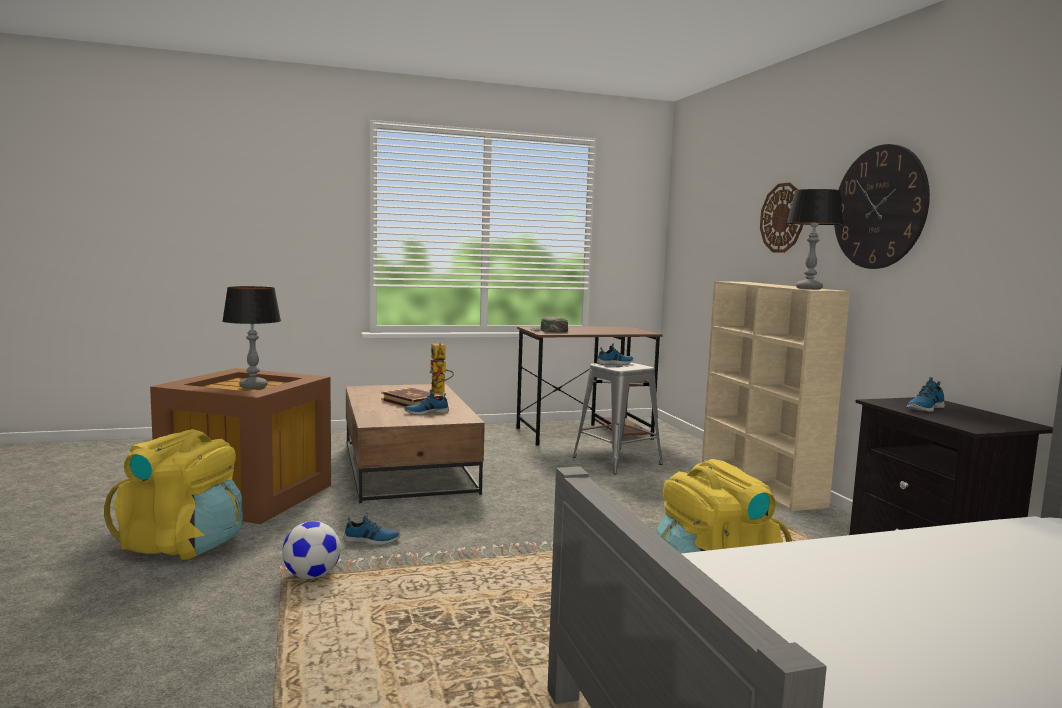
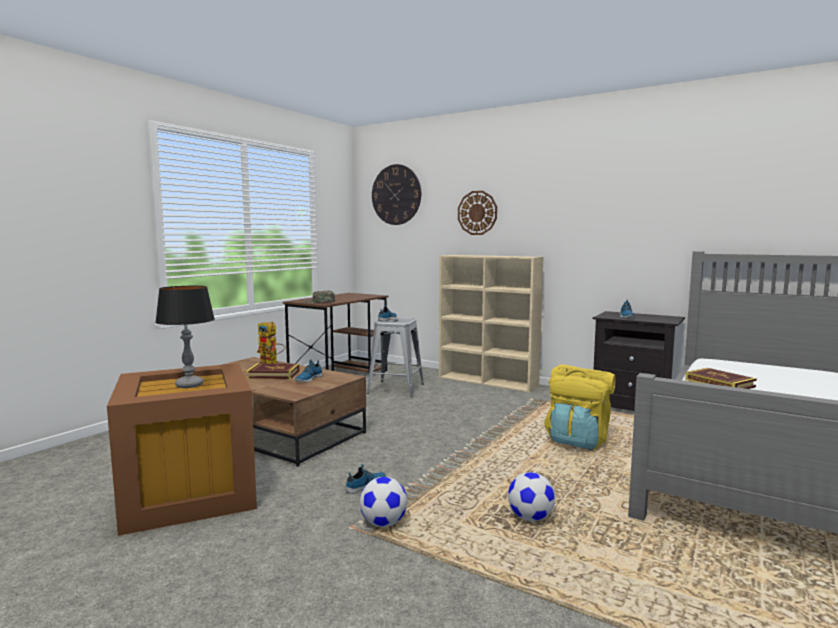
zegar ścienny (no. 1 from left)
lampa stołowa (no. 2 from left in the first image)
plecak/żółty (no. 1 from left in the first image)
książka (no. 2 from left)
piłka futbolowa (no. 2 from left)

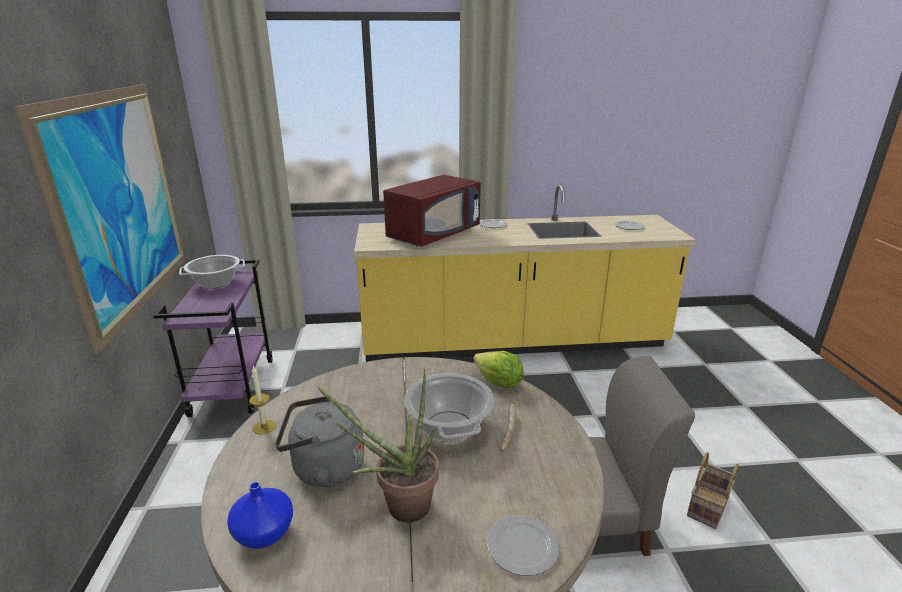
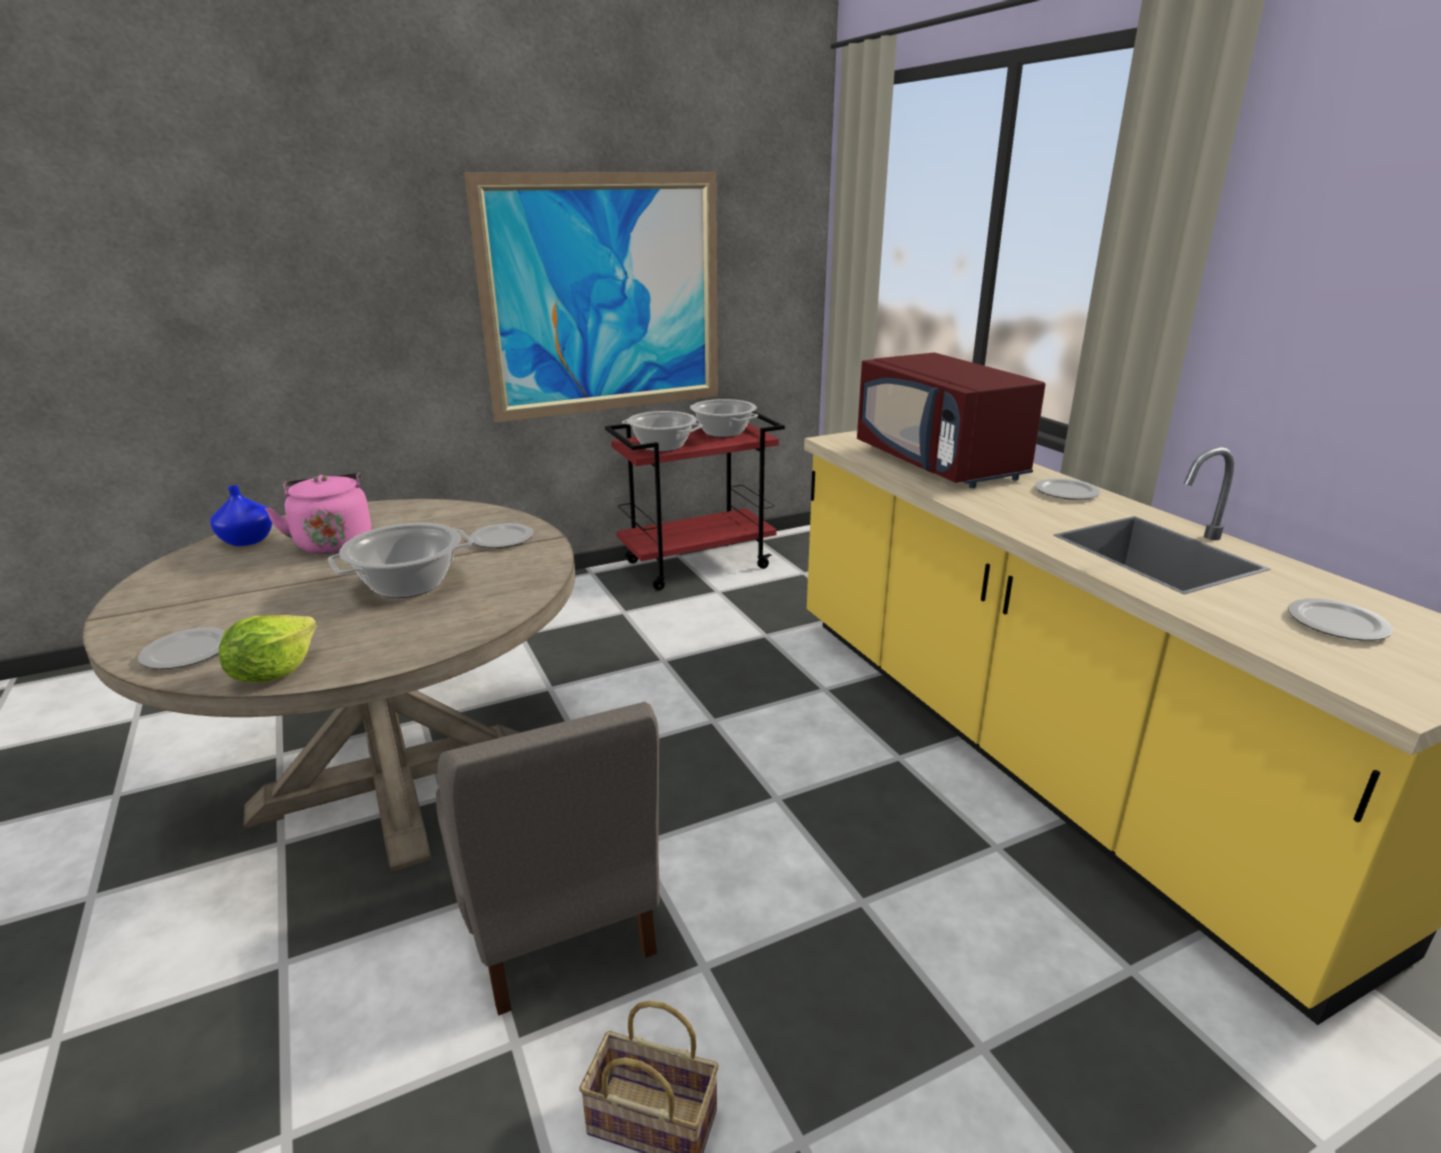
mikrofalówka/czerwony
wózek/czerwony
sałata
świeca
roślina doniczkowa
czajnik/różowy
chleb
garnek (no. 2 from left)
talerz (no. 2 from left)

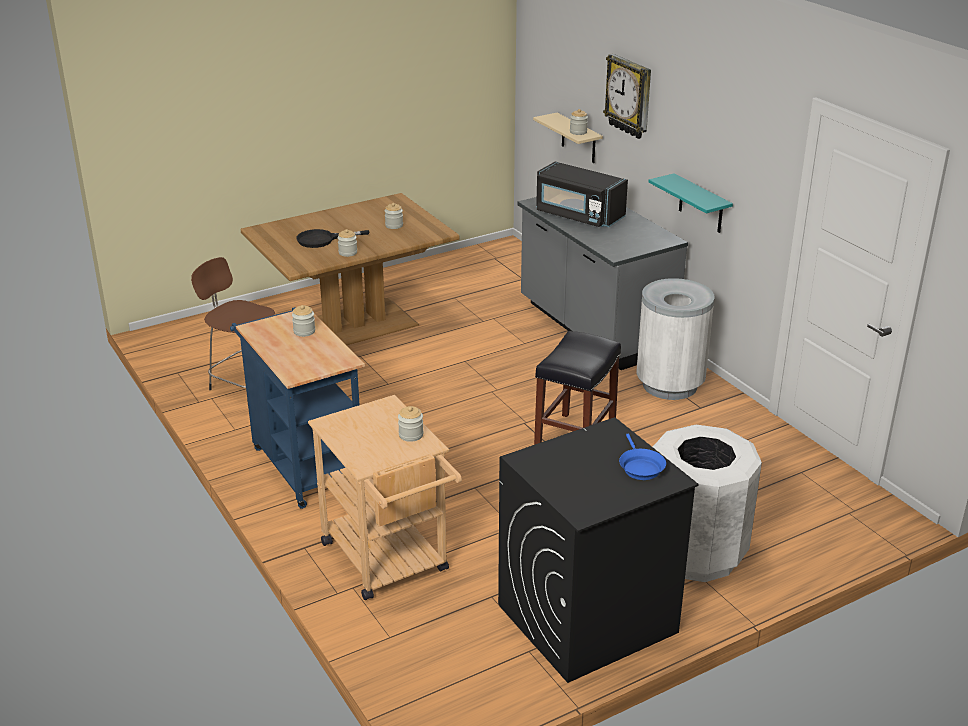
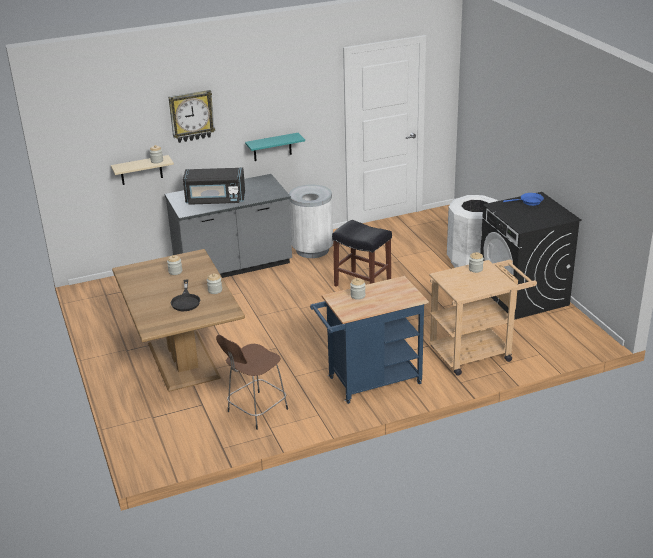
mikrofalówka/czarny

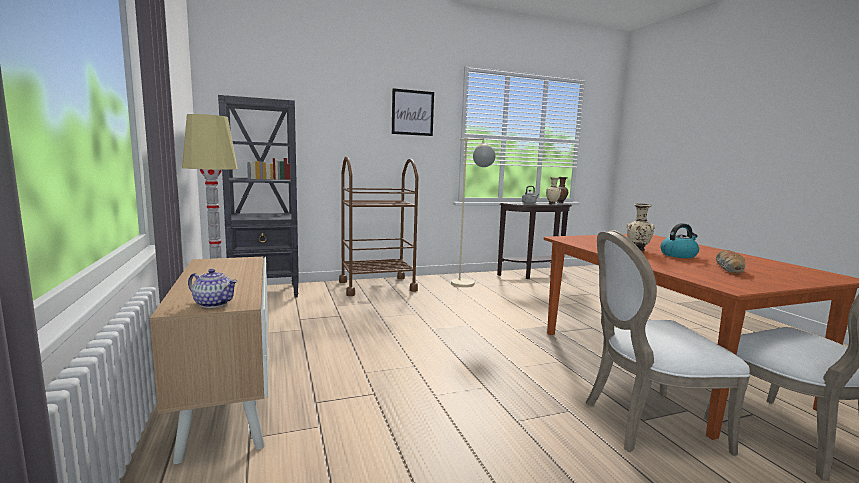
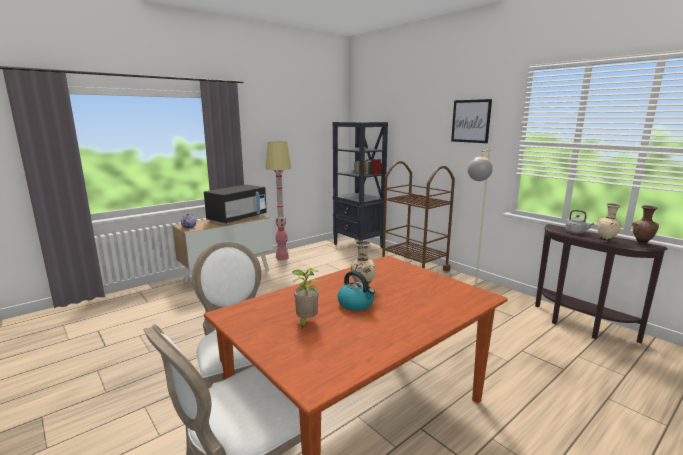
roślina doniczkowa
mikrofalówka/czarny

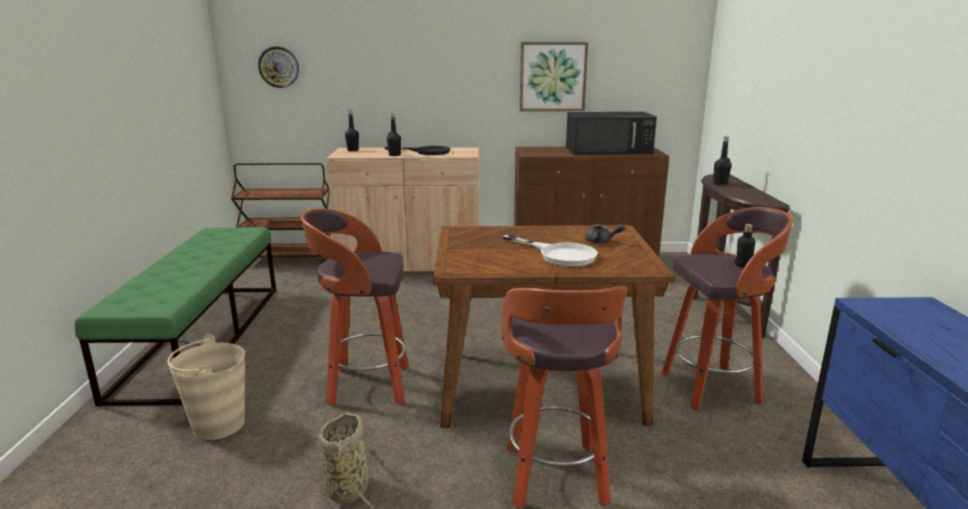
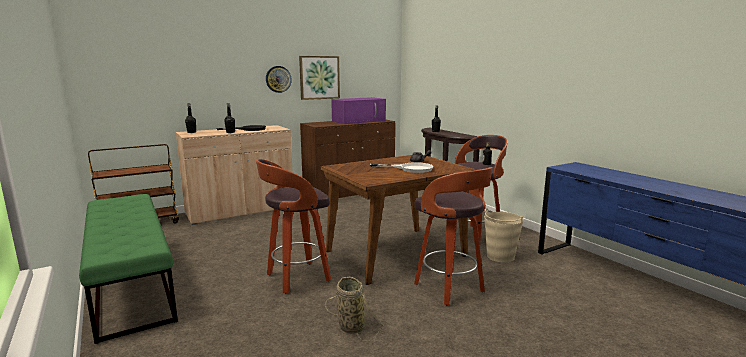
zegar ścienny
mikrofalówka/fioletowy
wiadro/beżowy

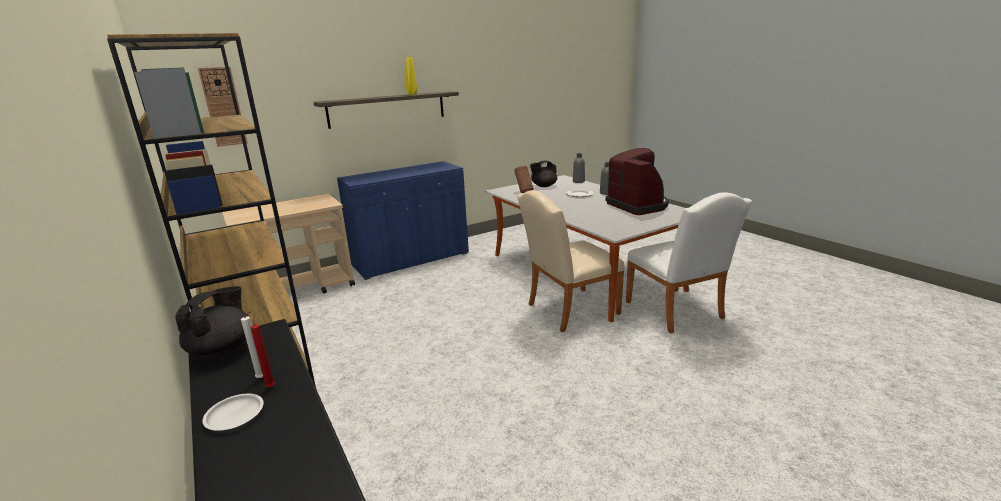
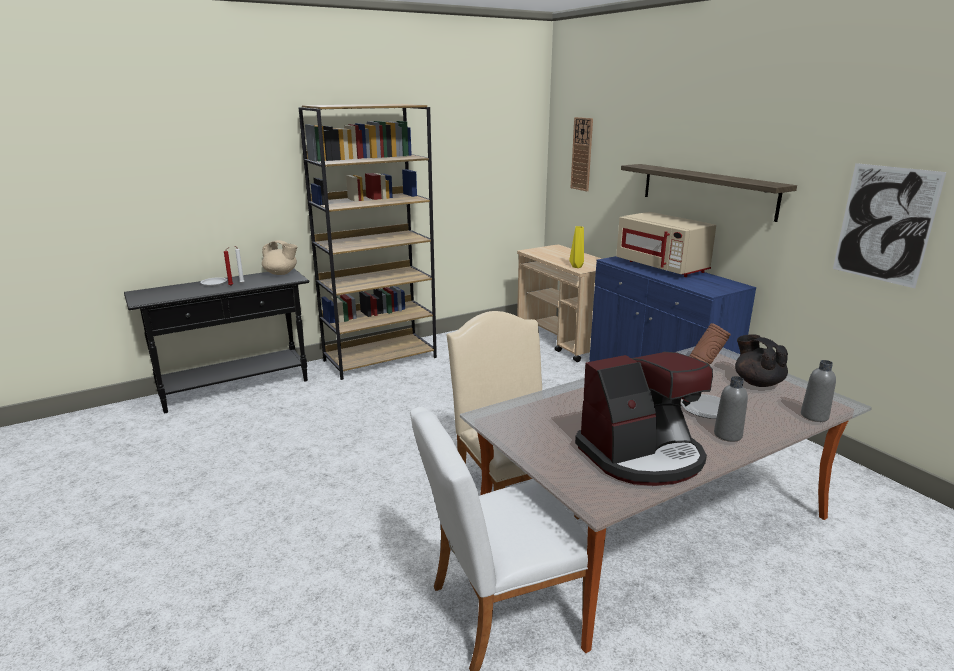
wazon/żółty
imbryk/beżowy
obraz
mikrofalówka/beżowy

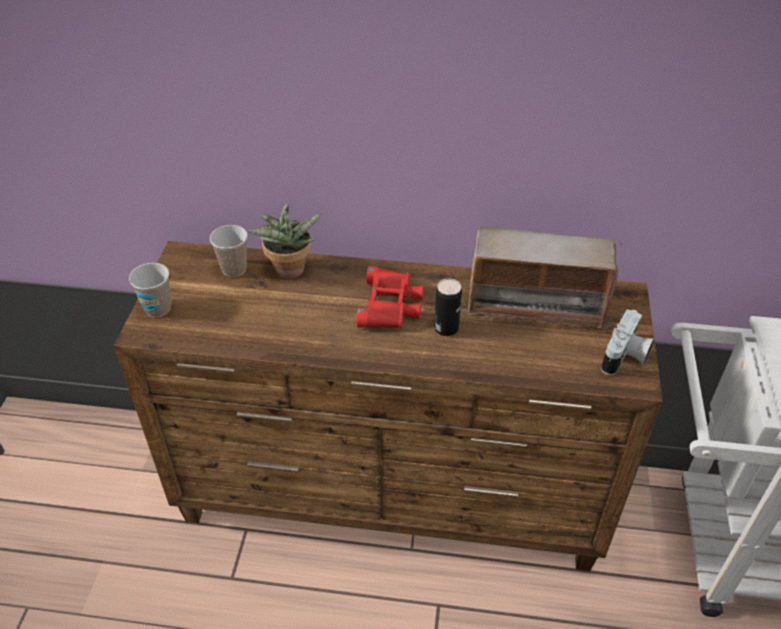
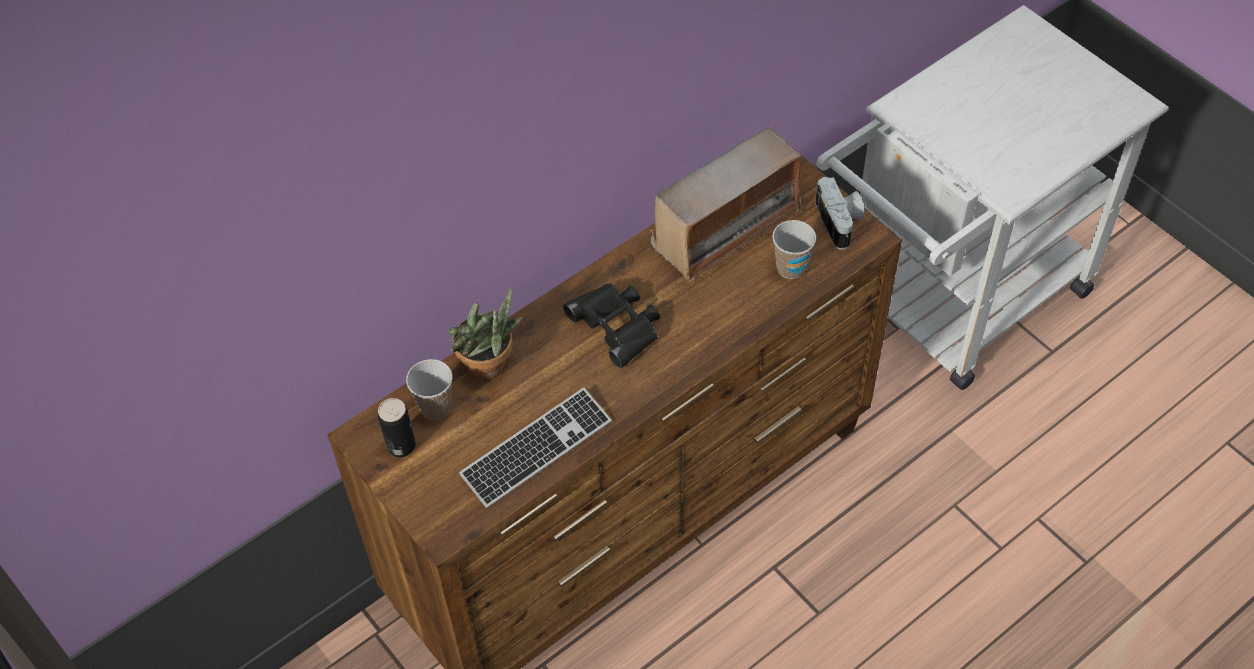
filiżanka (no. 2 from left)
lornetka/czarny
puszka
klawiatura

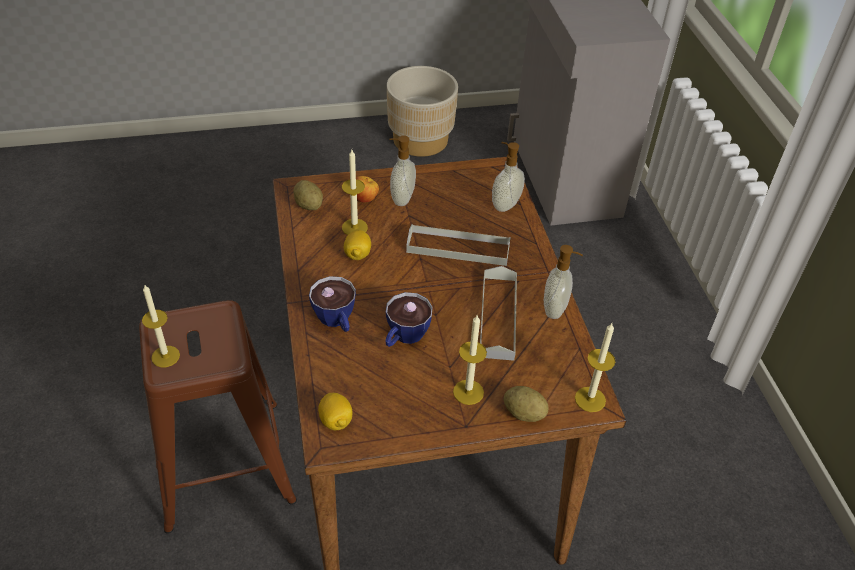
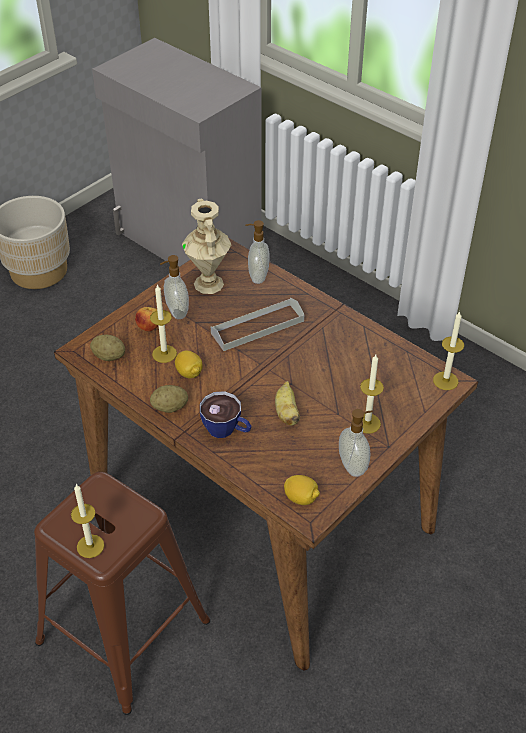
dozownik mydła (no. 3 from left)
taca/szary (no. 2 from left in the first image)
banan
ziemniak (no. 2 from left)
wazon/beżowy

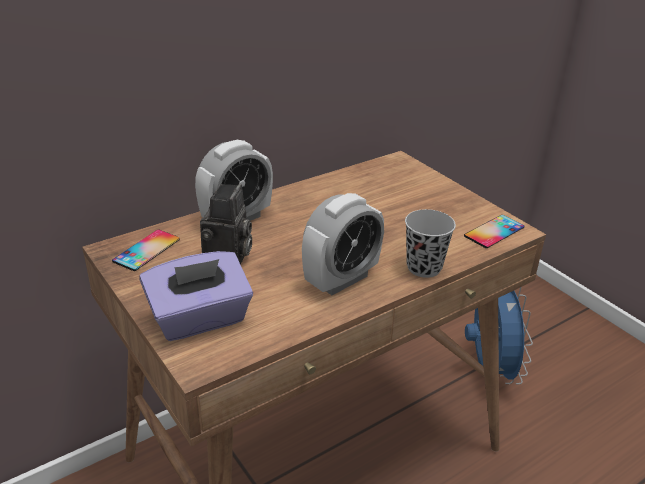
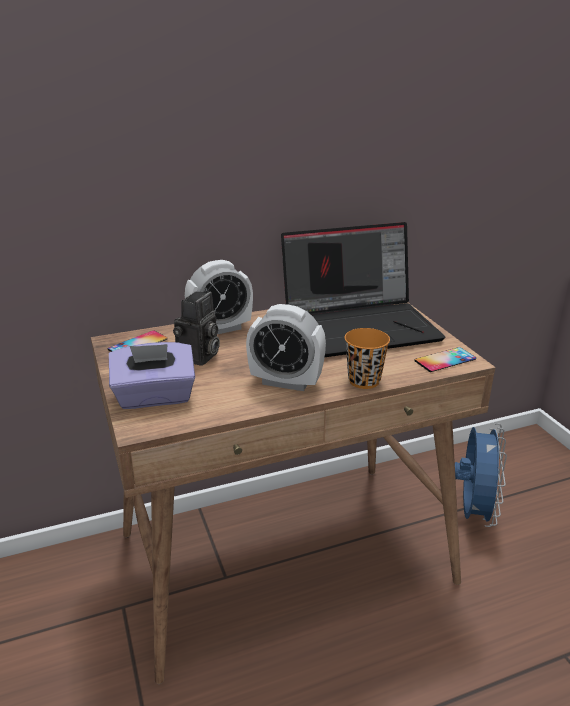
budzik (no. 2 from left)
filiżanka/pomarańczowy
laptop

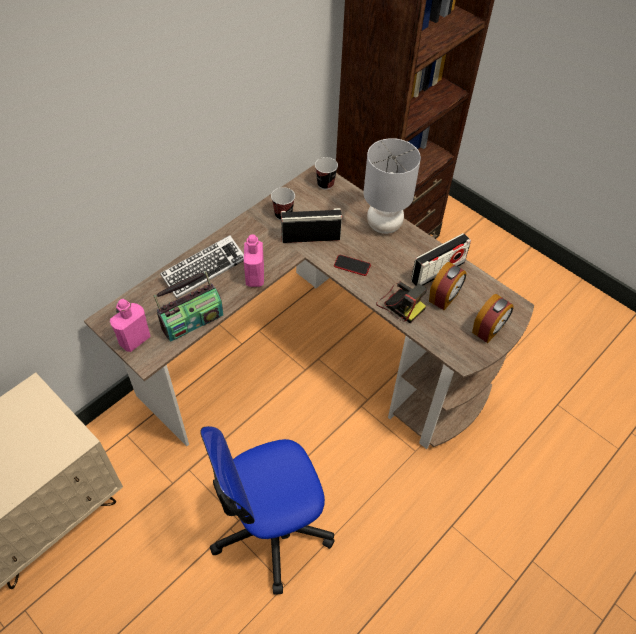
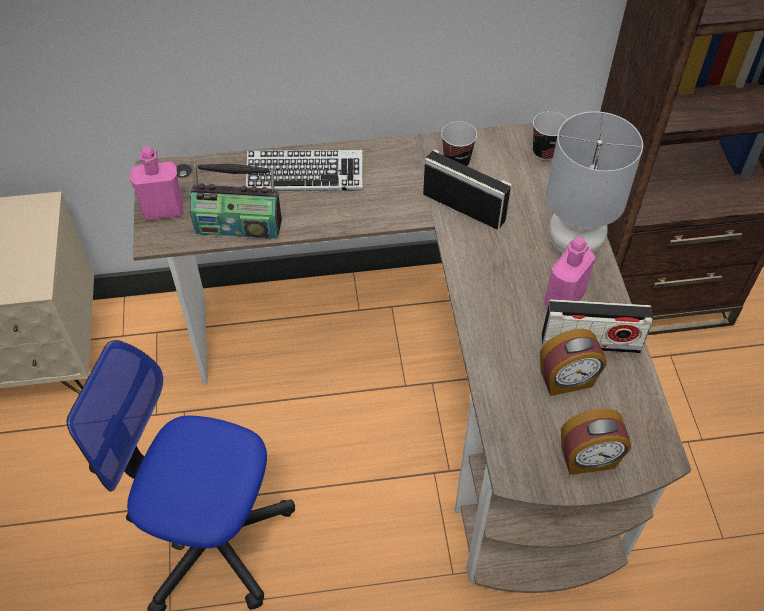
butelka/różowy (no. 2 from left)
telefon
aparat fotograficzny

